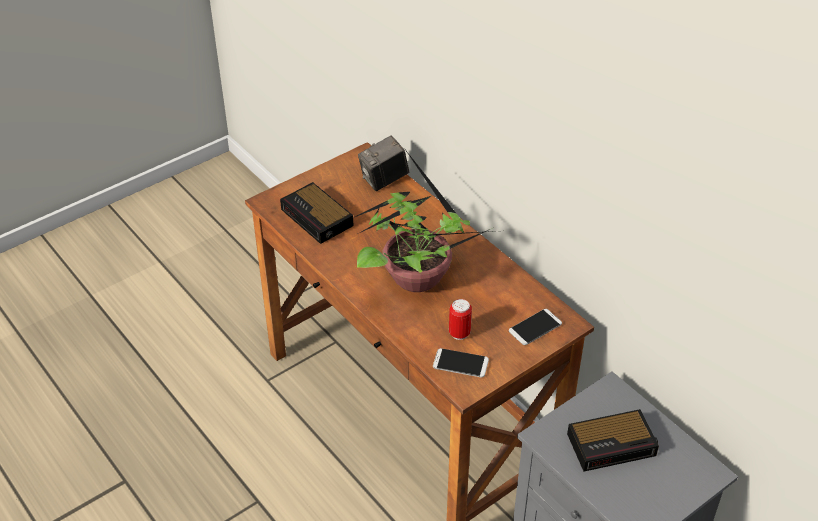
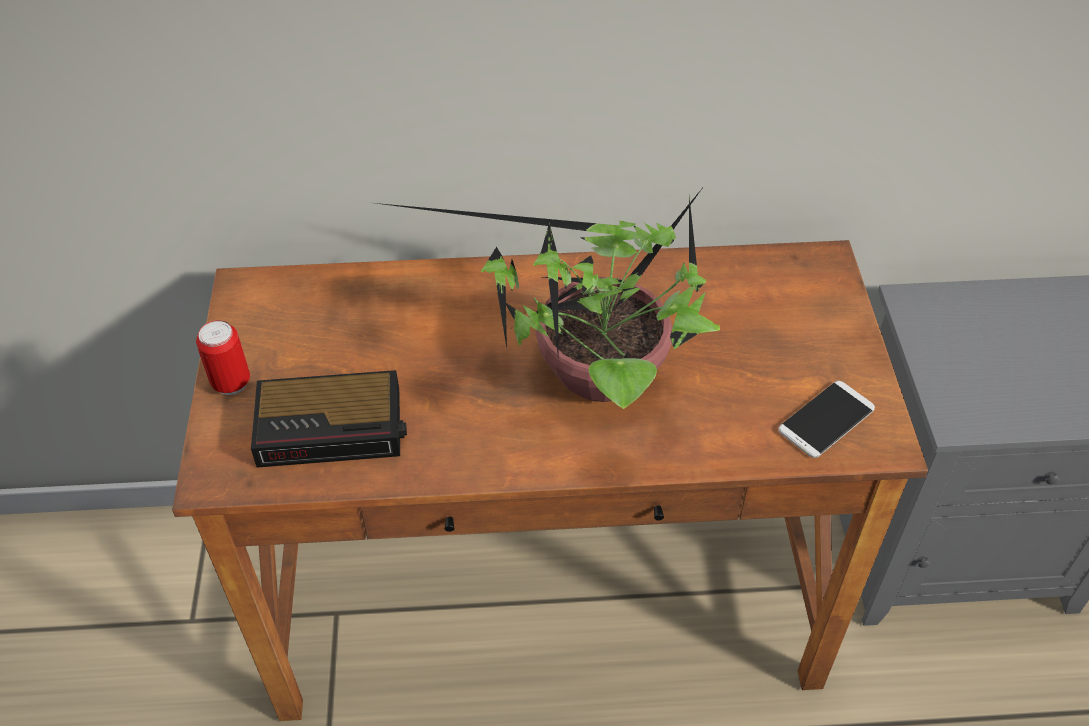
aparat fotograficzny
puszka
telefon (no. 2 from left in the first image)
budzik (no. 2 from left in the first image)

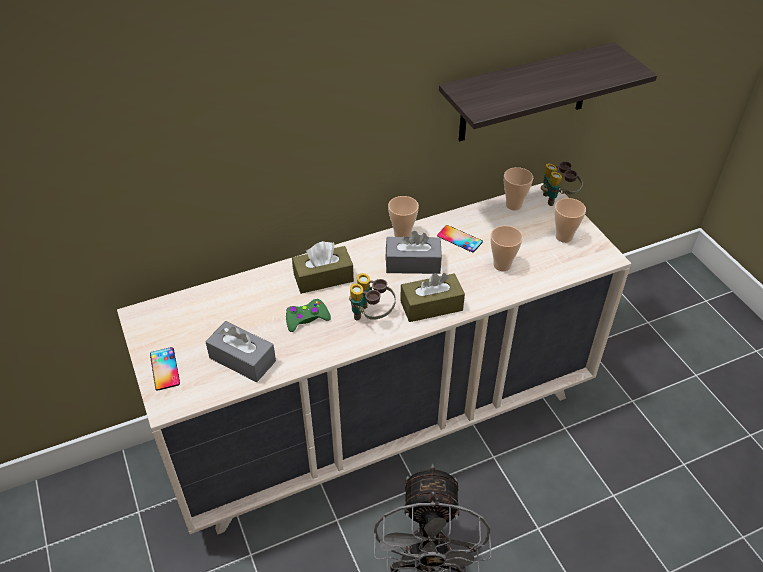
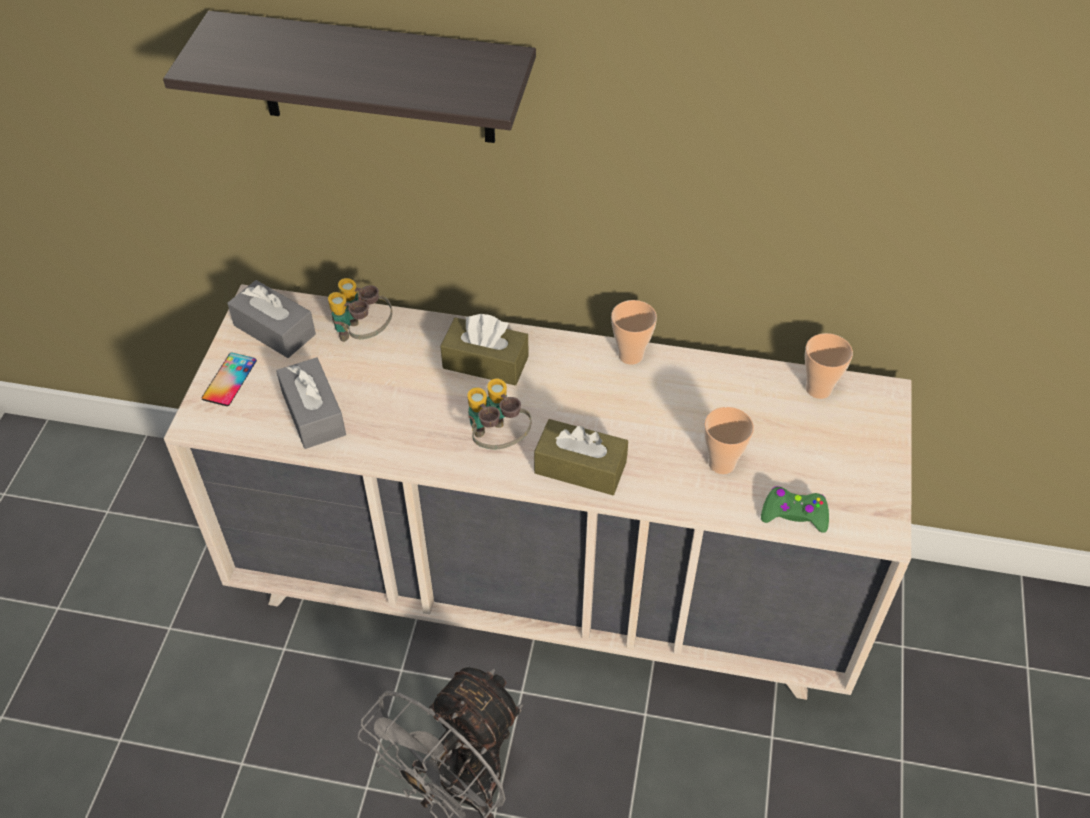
półka
lornetka (no. 1 from left)
filiżanka (no. 4 from left in the first image)
telefon (no. 2 from left in the first image)
pudełko chusteczek/szary (no. 1 from left)
pad do gier/zielony

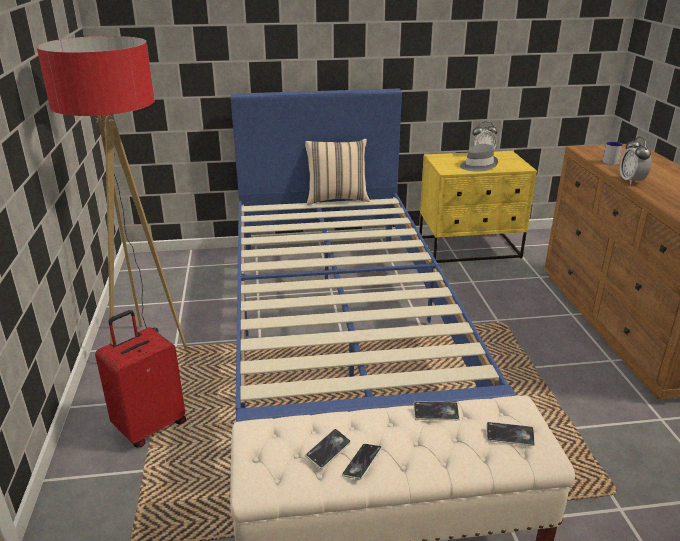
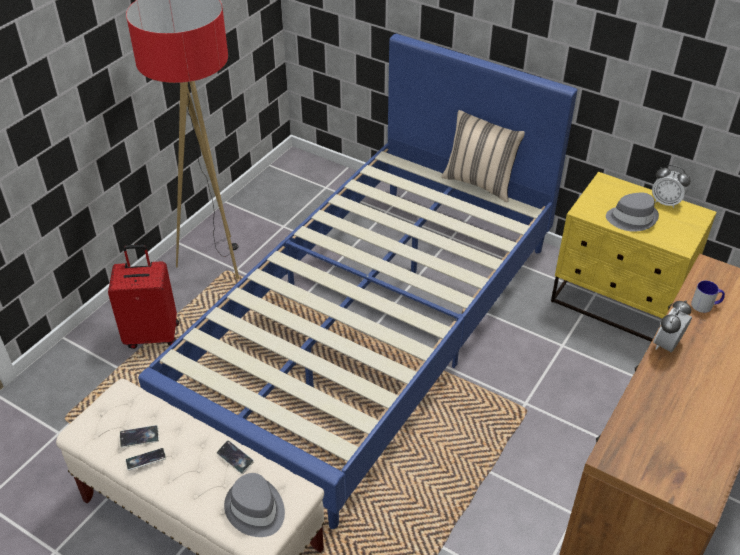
kapelusz/szary (no. 1 from left)

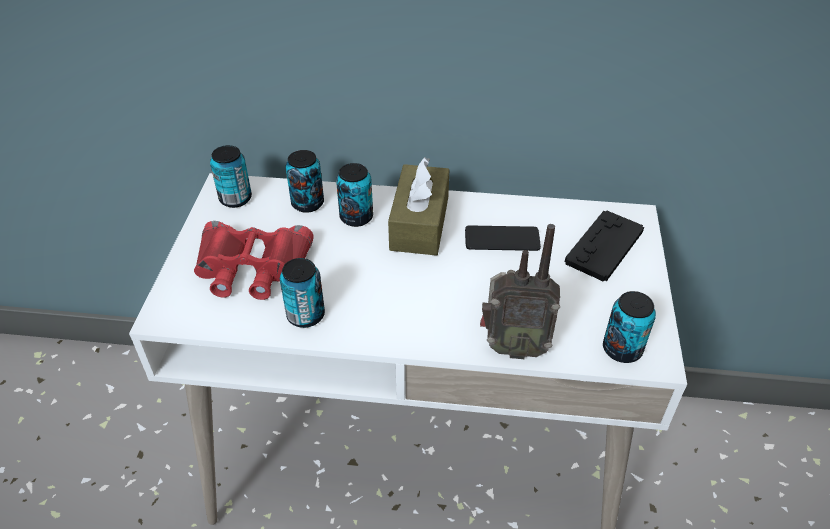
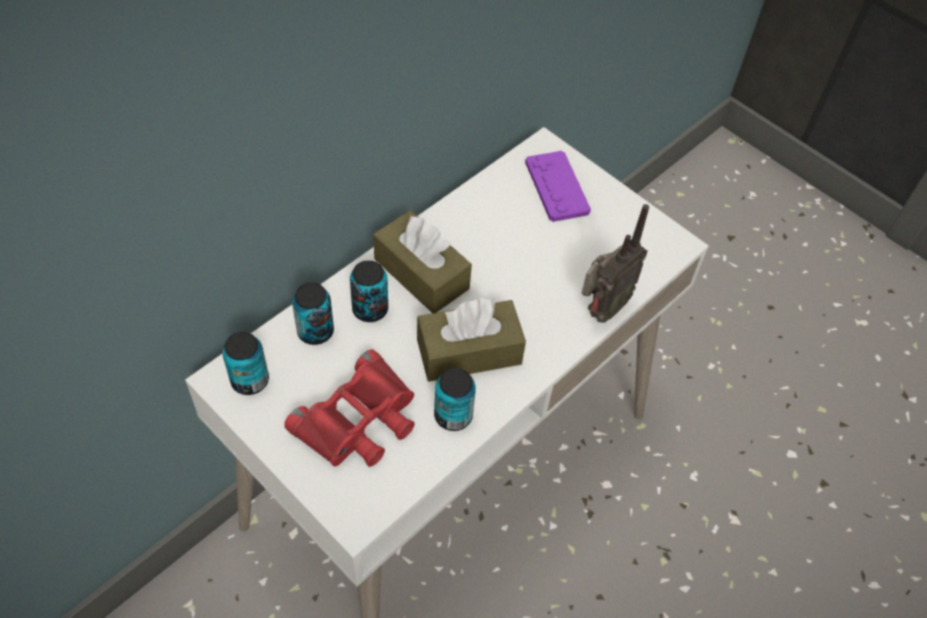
pad do gier/fioletowy
telefon
puszka (no. 5 from left in the first image)
pudełko chusteczek/brązowy (no. 2 from left)

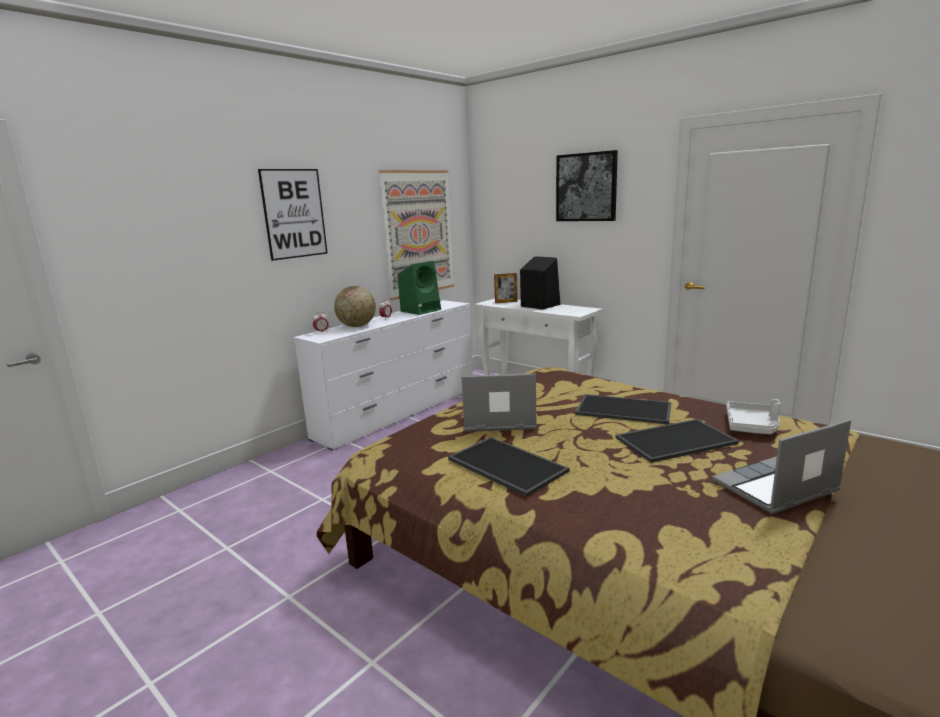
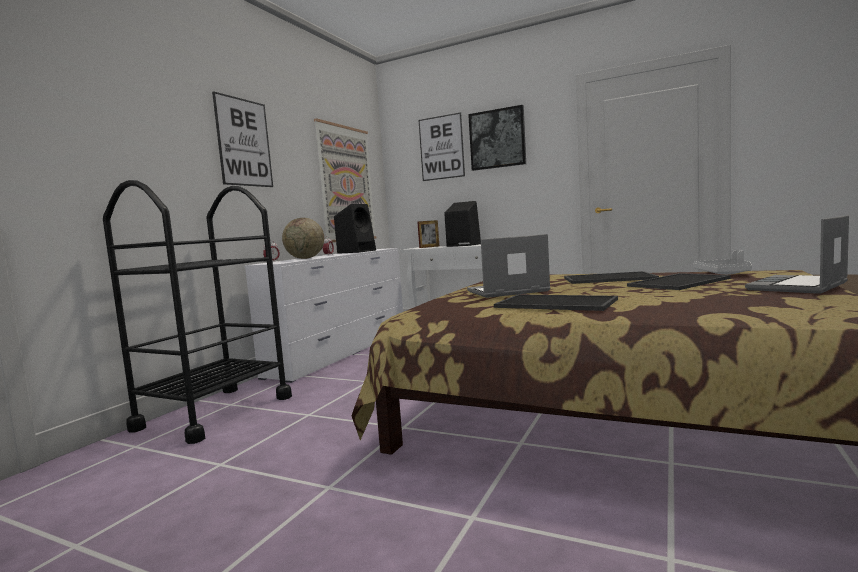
głośnik/czarny (no. 1 from left)
obraz (no. 3 from left)
wózek/czarny

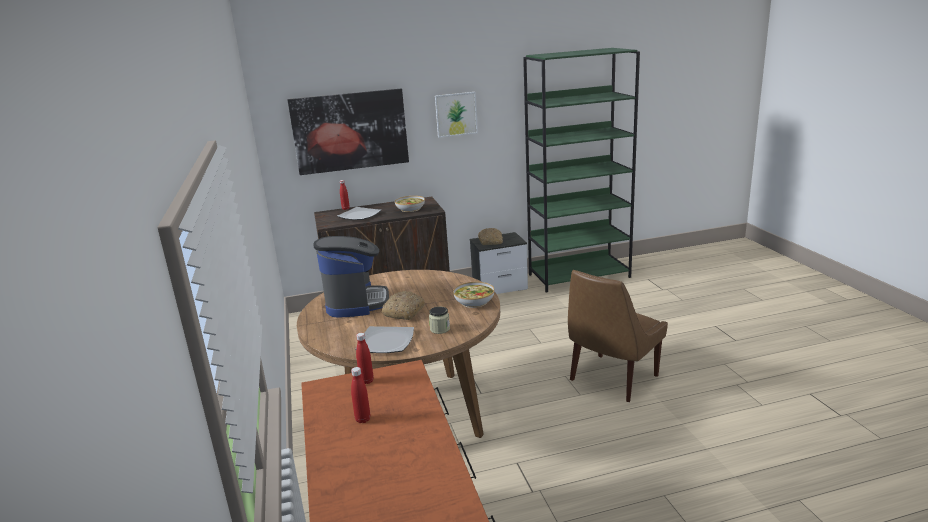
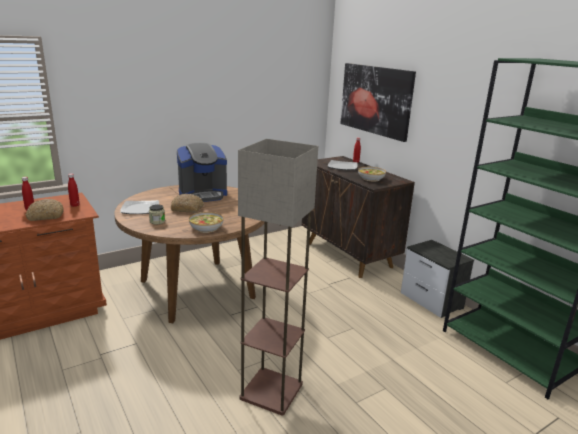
obraz (no. 2 from left in the first image)
chleb (no. 1 from left)
lampa stojąca

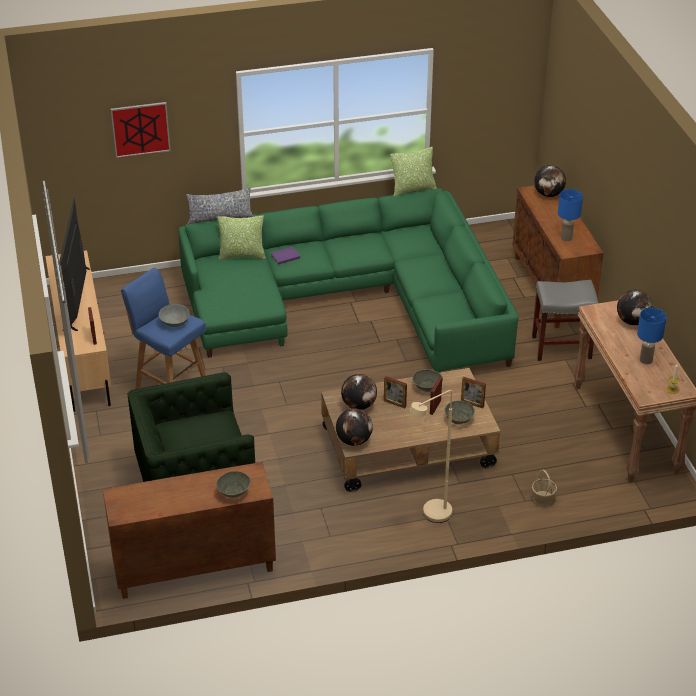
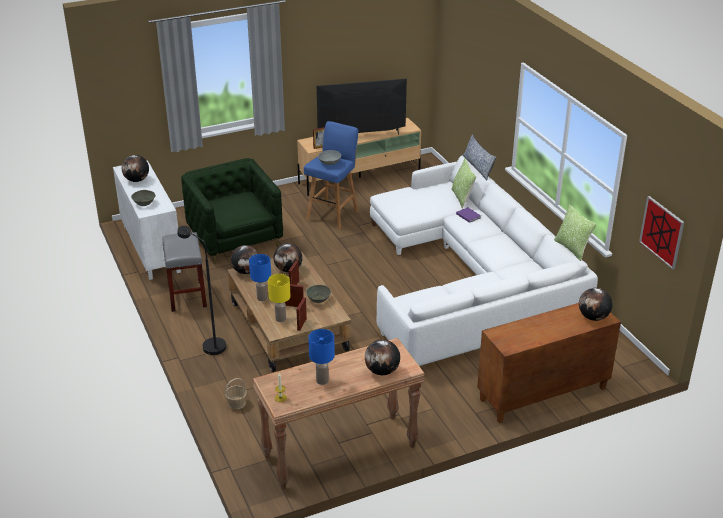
obraz
kanapa/biały
lampa stołowa/niebieski (no. 1 from left)
stołek/szary
lampa stojąca/czarny
lampa stołowa/żółty
szafka/biały
globus (no. 1 from left)

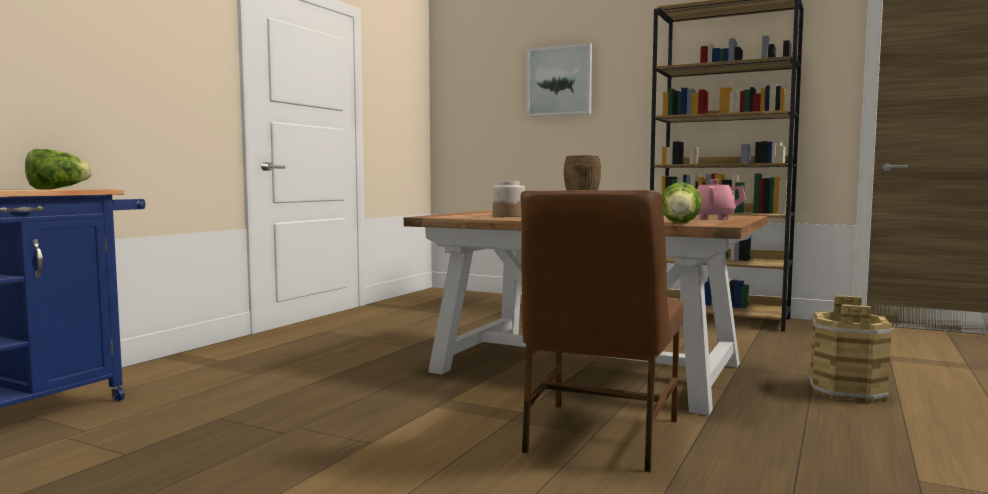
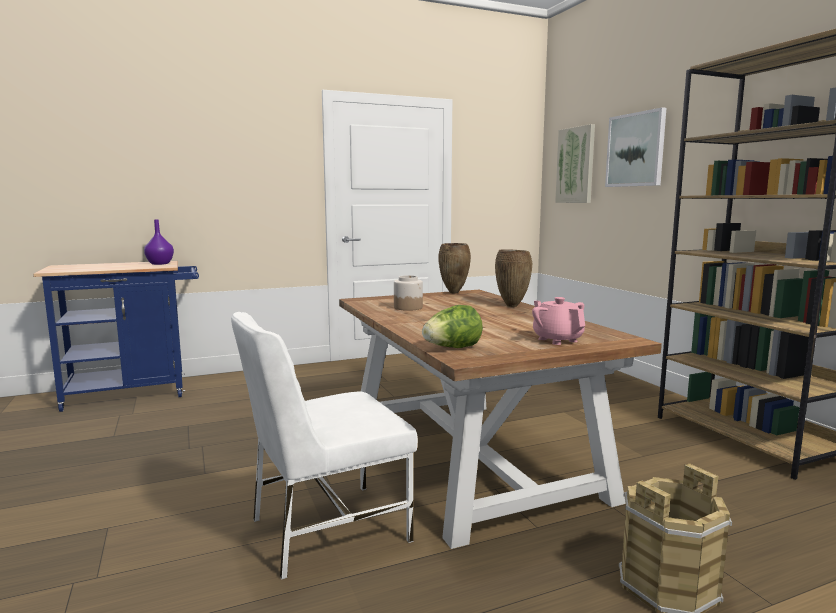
wazon/fioletowy
krzesło/biały
obraz (no. 1 from left)
wazon/brązowy (no. 1 from left)

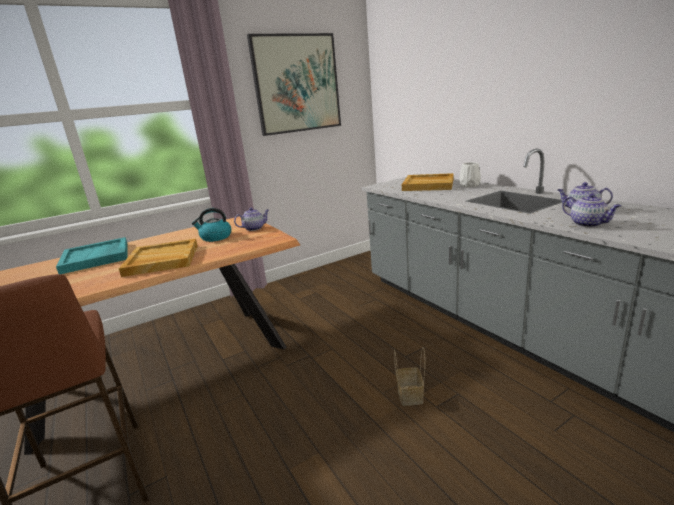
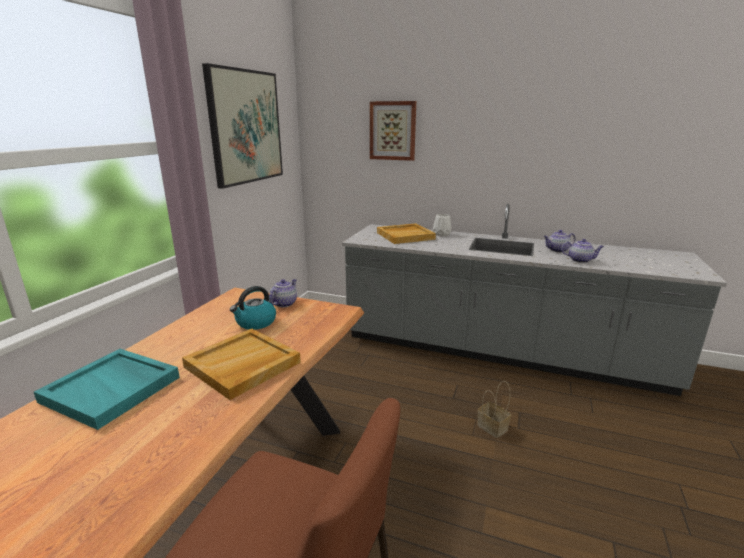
obraz (no. 2 from left)

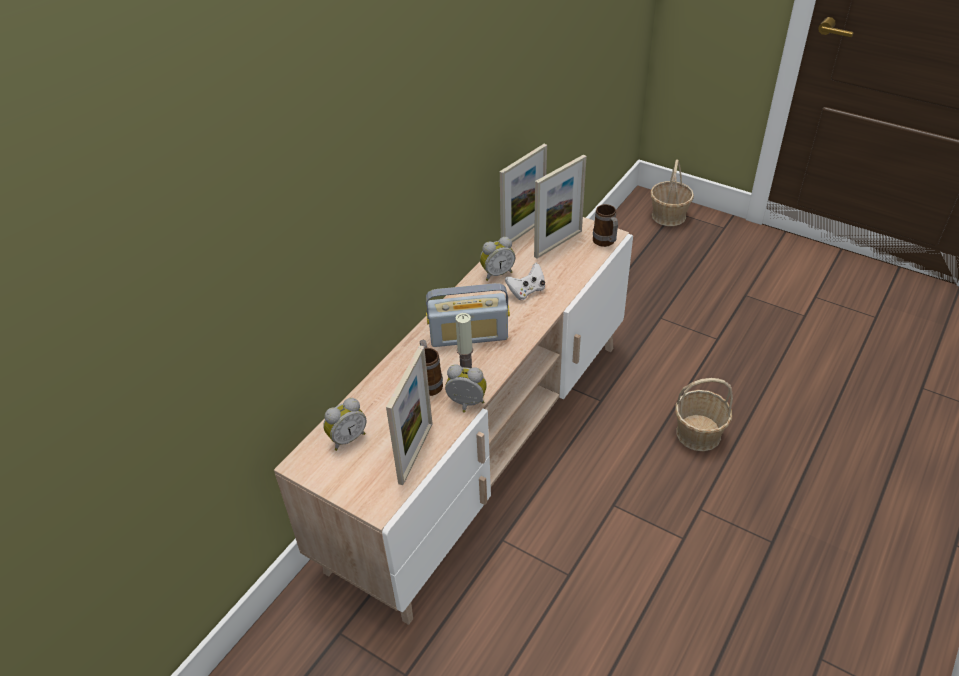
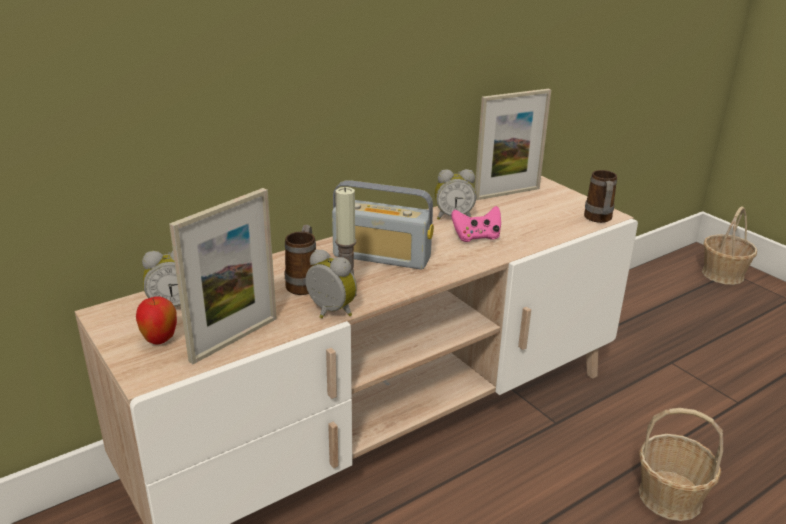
ramka na zdjęcie (no. 3 from left in the first image)
pad do gier/różowy
jabłko

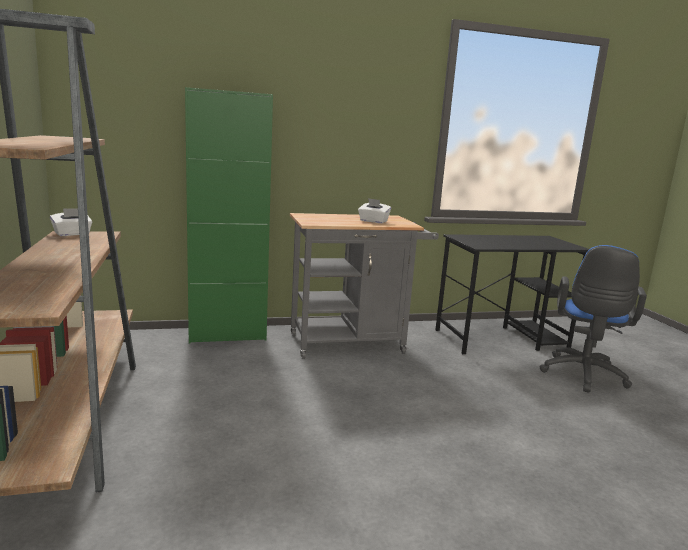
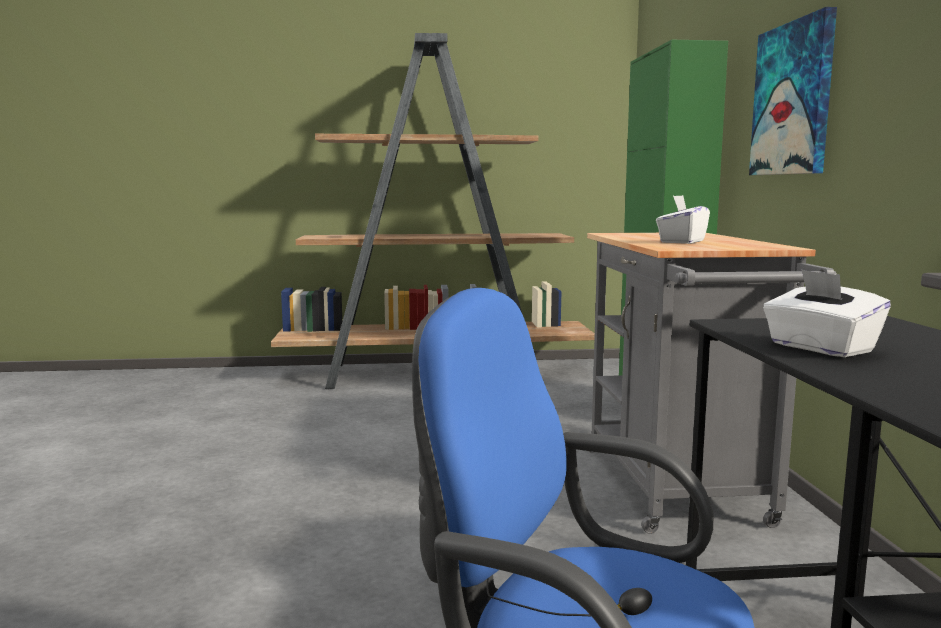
pudełko chusteczek/biały (no. 2 from left)
obraz

